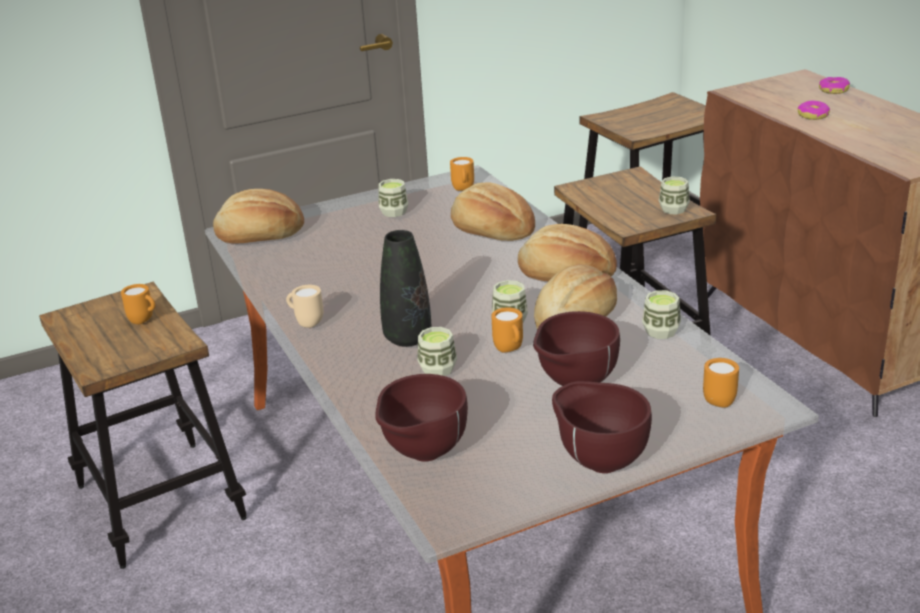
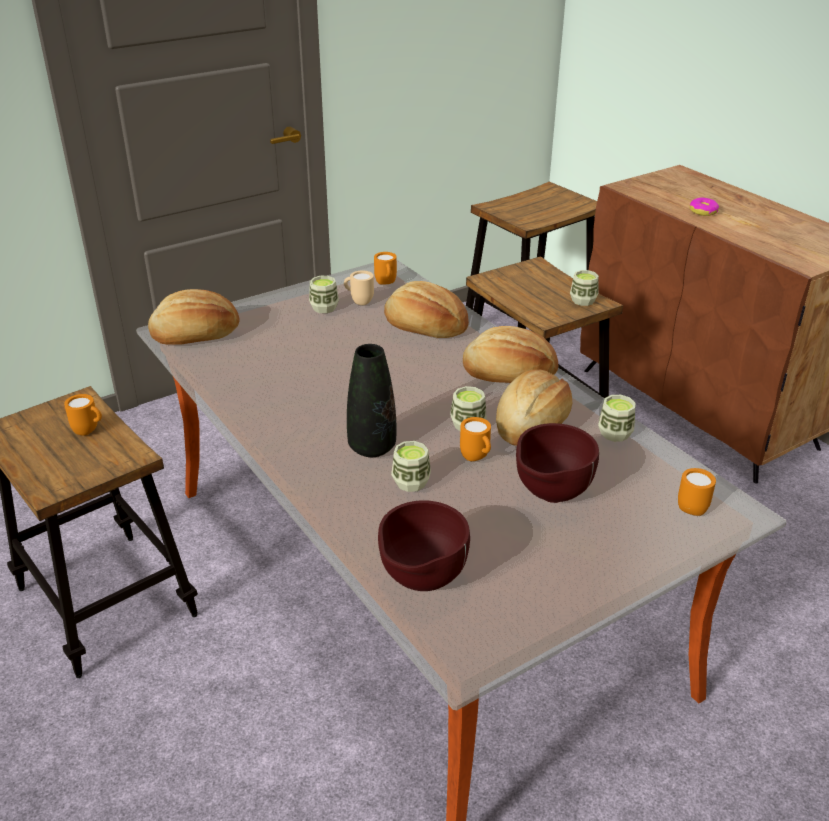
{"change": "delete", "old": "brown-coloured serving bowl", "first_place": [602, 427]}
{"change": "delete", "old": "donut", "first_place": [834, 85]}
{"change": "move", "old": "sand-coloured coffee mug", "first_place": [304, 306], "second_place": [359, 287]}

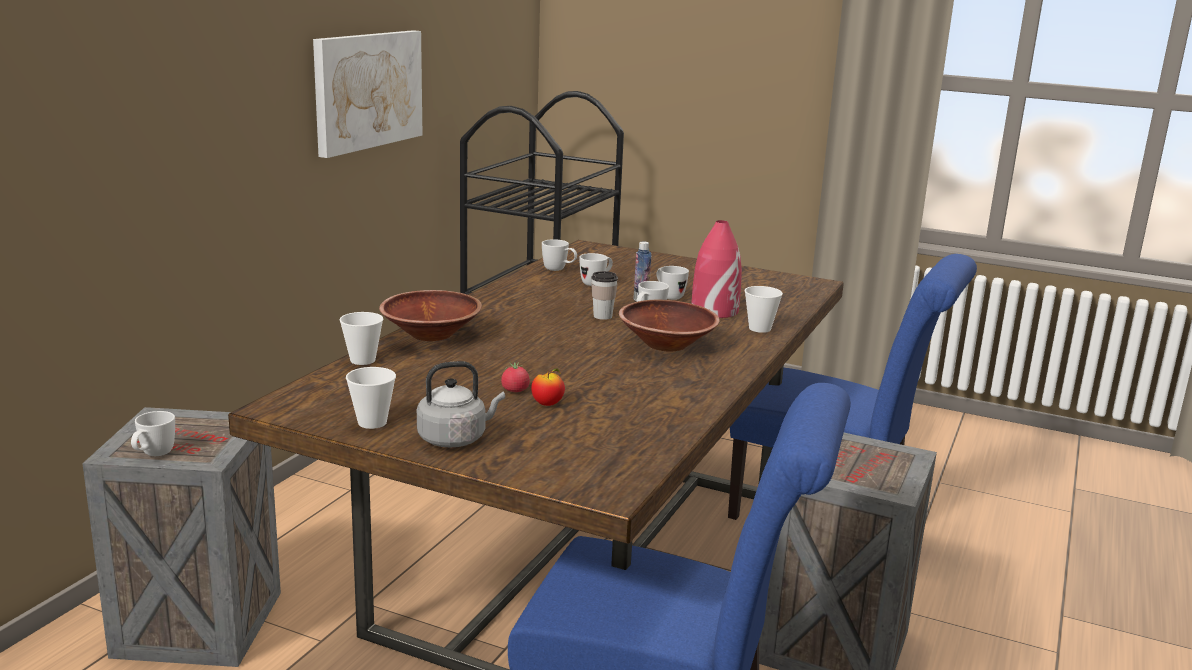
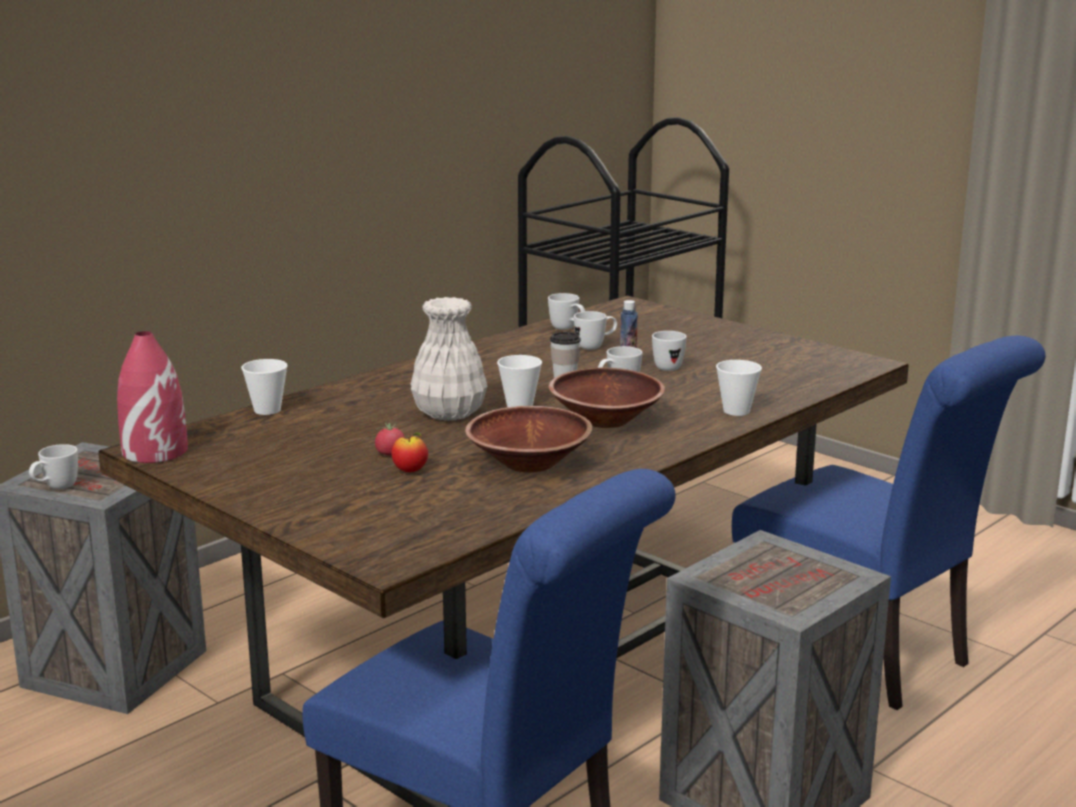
{"change": "delete", "old": "wall picture", "first_place": [367, 94]}
{"change": "delete", "old": "greyish tea kettle", "first_place": [461, 404]}
{"change": "insert", "new": "white decorative vase", "second_place": [448, 359]}
{"change": "move", "old": "cup", "first_place": [371, 398], "second_place": [519, 381]}
{"change": "move", "old": "brown-coloured serving bowl", "first_place": [430, 315], "second_place": [529, 439]}
{"change": "move", "old": "red decorative vase", "first_place": [716, 269], "second_place": [152, 397]}

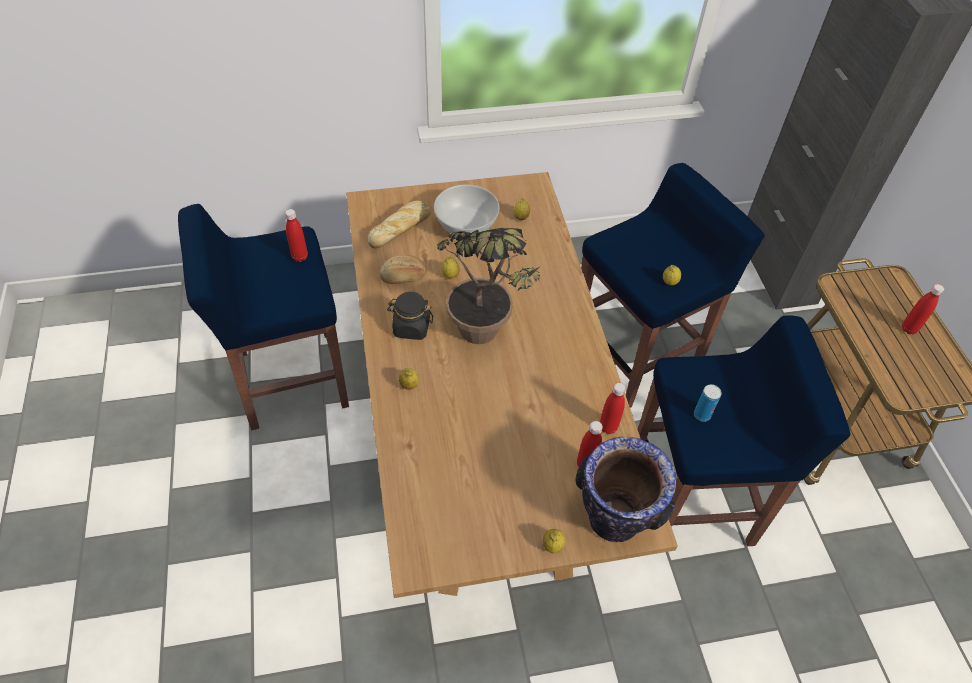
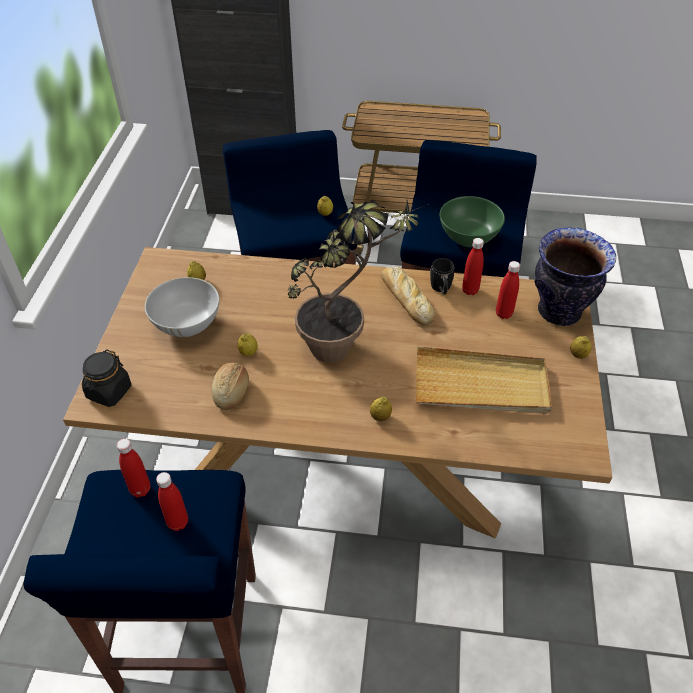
{"change": "insert", "new": "sand-coloured carrying tray", "second_place": [484, 380]}
{"change": "insert", "new": "black coffee mug", "second_place": [442, 276]}
{"change": "move", "old": "bakery bread", "first_place": [398, 224], "second_place": [408, 296]}
{"change": "move", "old": "black jar", "first_place": [410, 316], "second_place": [106, 378]}
{"change": "move", "old": "red beverage bottle", "first_place": [923, 309], "second_place": [172, 501]}
{"change": "replace", "old": "can", "new": "green serving bowl", "first_place": [707, 403], "second_place": [472, 221]}

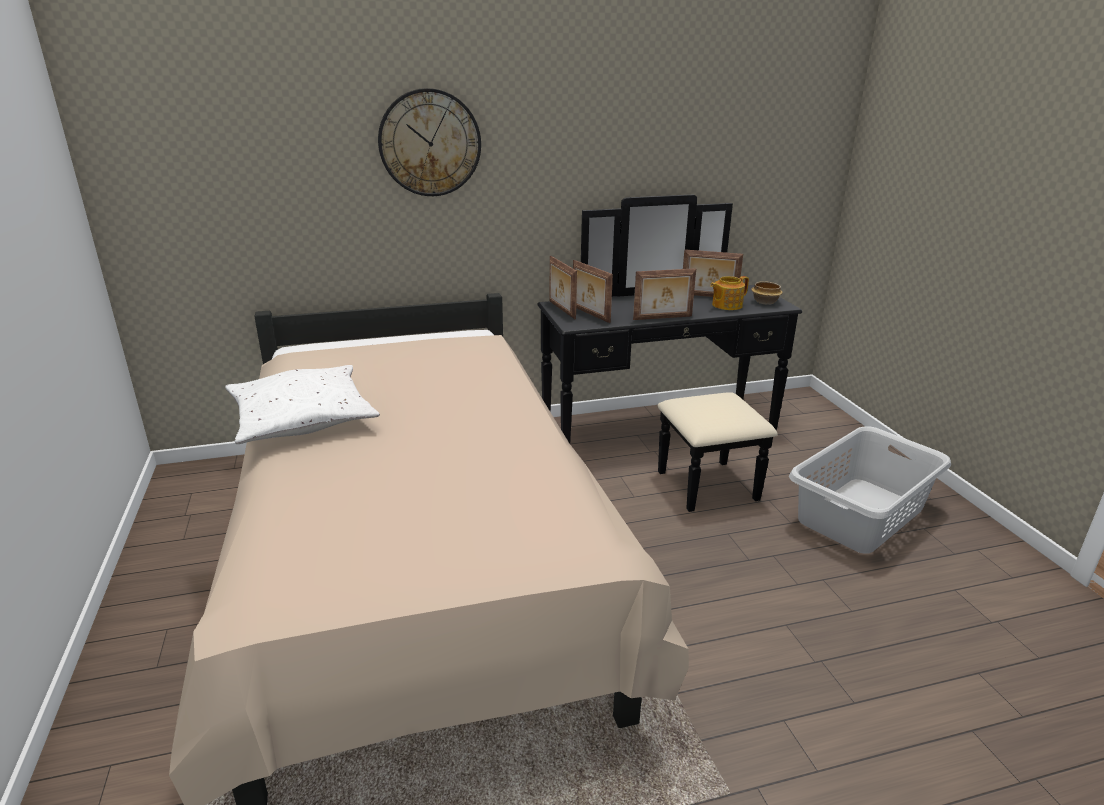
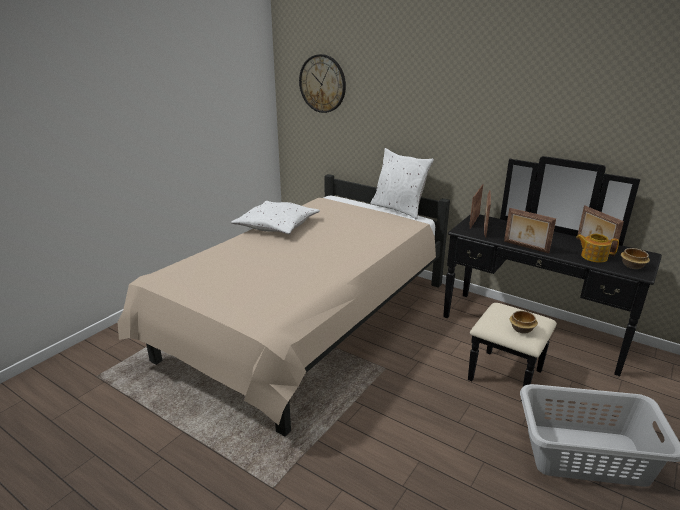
{"change": "insert", "new": "white throw pillow", "second_place": [402, 183]}
{"change": "insert", "new": "serving bowl", "second_place": [523, 322]}
{"change": "move", "old": "wall clock", "first_place": [429, 142], "second_place": [322, 83]}

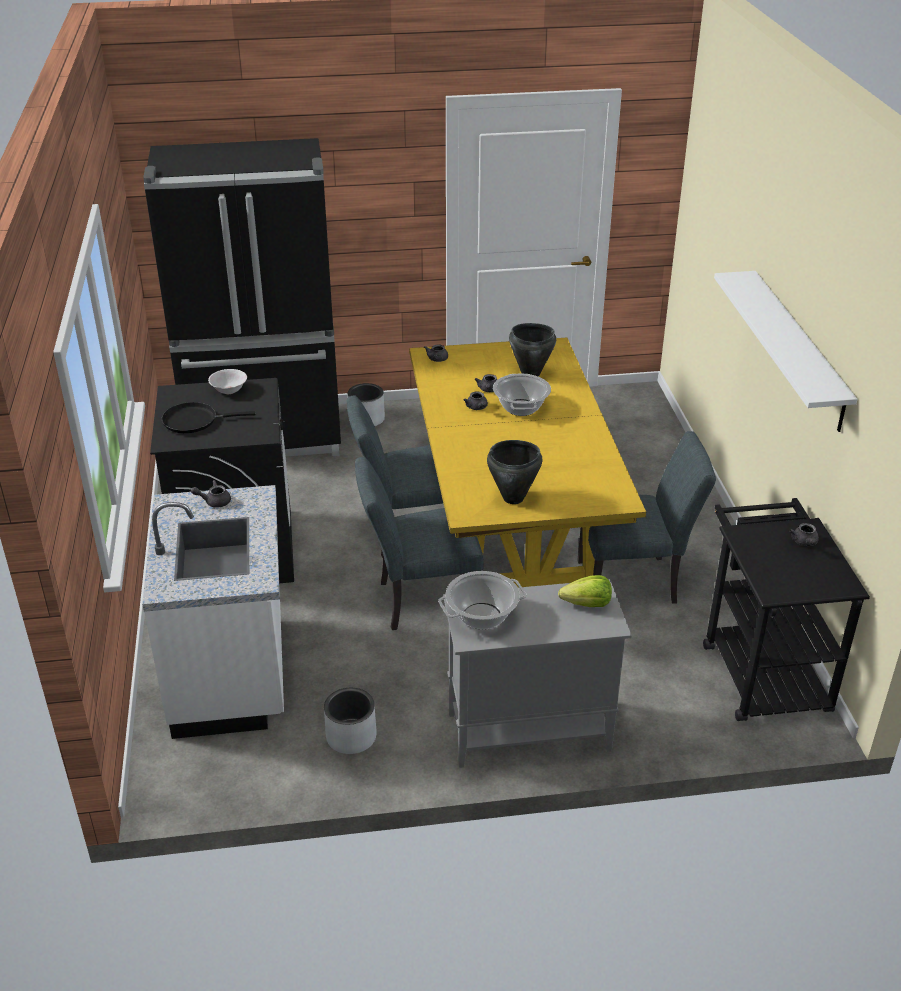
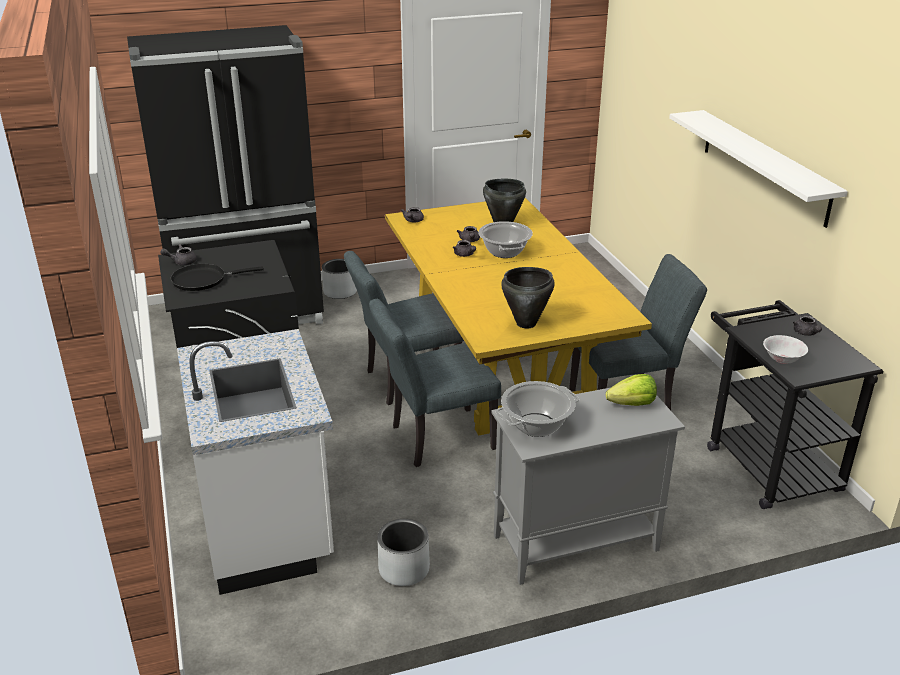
{"change": "move", "old": "greyish tea pot", "first_place": [211, 494], "second_place": [178, 254]}
{"change": "move", "old": "white serving bowl", "first_place": [227, 381], "second_place": [785, 349]}

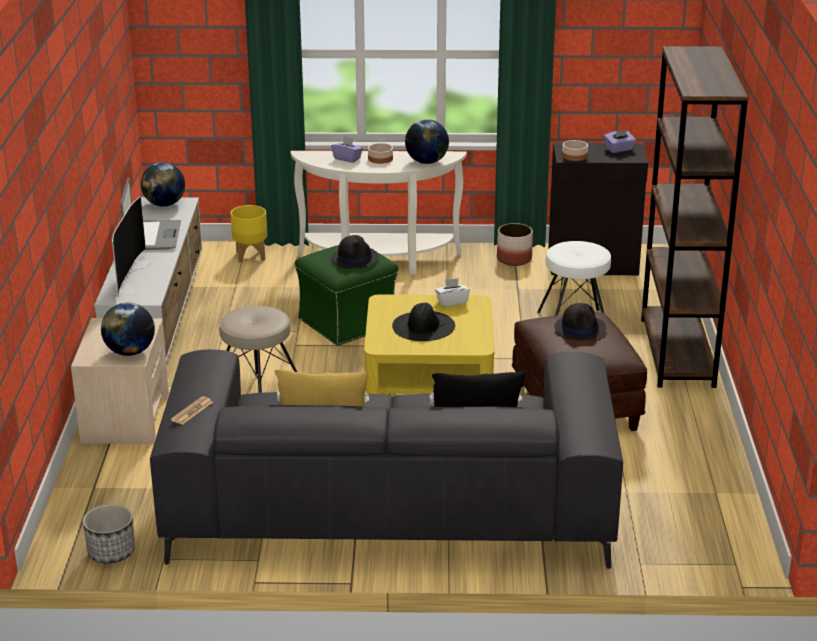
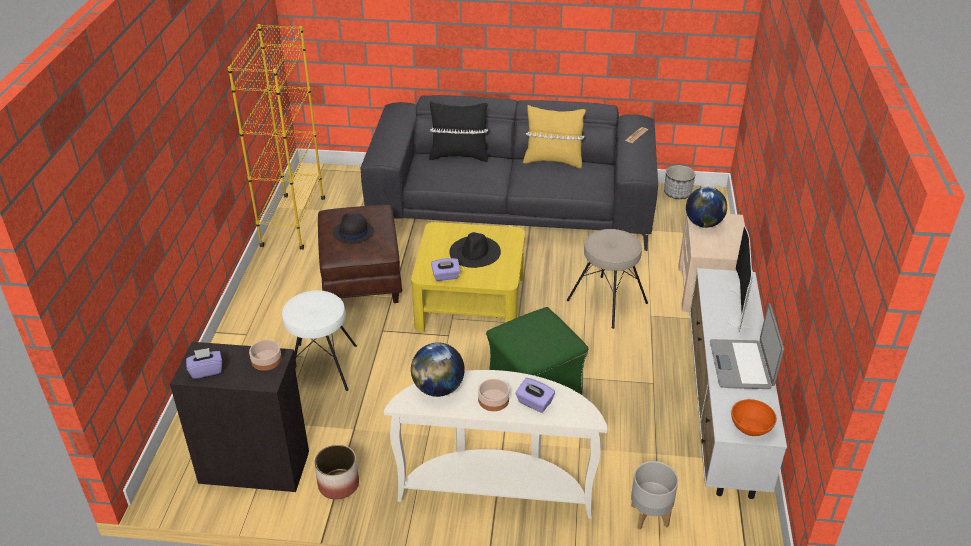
{"change": "delete", "old": "black hat", "first_place": [355, 251]}
{"change": "delete", "old": "brown-coloured bookcase", "first_place": [694, 217]}
{"change": "insert", "new": "yellow-coloured bookcase", "second_place": [276, 137]}
{"change": "replace", "old": "desk globe", "new": "orange-coloured serving bowl", "first_place": [163, 184], "second_place": [754, 417]}
{"change": "recolor", "old": "yellow-coloured flower pot", "new": "greyish flower pot", "first_place": [249, 234], "second_place": [654, 495]}
{"change": "recolor", "old": "white box of tissues", "new": "purple-coloured box of tissues", "first_place": [452, 292], "second_place": [445, 269]}

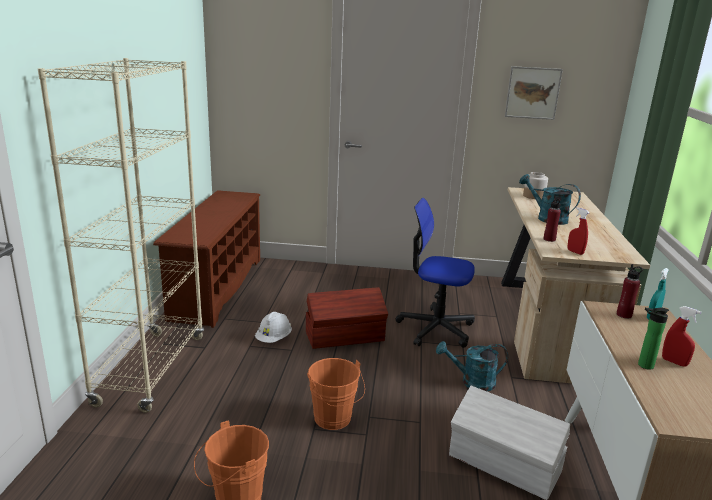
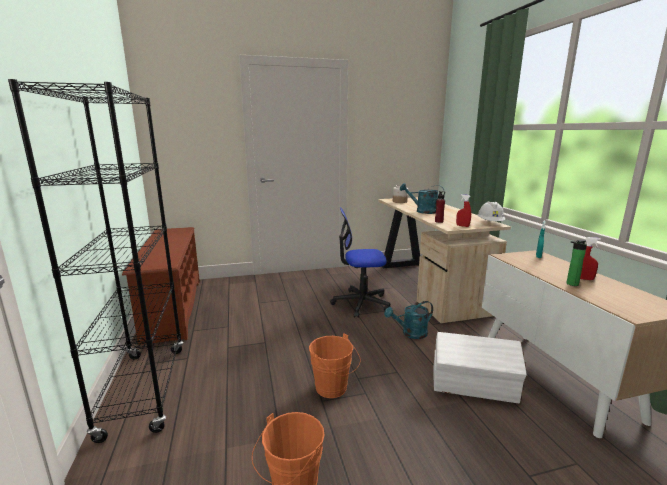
{"change": "delete", "old": "brown-coloured storage container", "first_place": [347, 318]}
{"change": "delete", "old": "wall picture", "first_place": [534, 93]}
{"change": "delete", "old": "red beverage bottle", "first_place": [630, 291]}
{"change": "move", "old": "white safety helmet", "first_place": [273, 327], "second_place": [491, 211]}
{"change": "recolor", "old": "sand-coloured bookcase", "new": "black bookcase", "first_place": [121, 235], "second_place": [95, 261]}

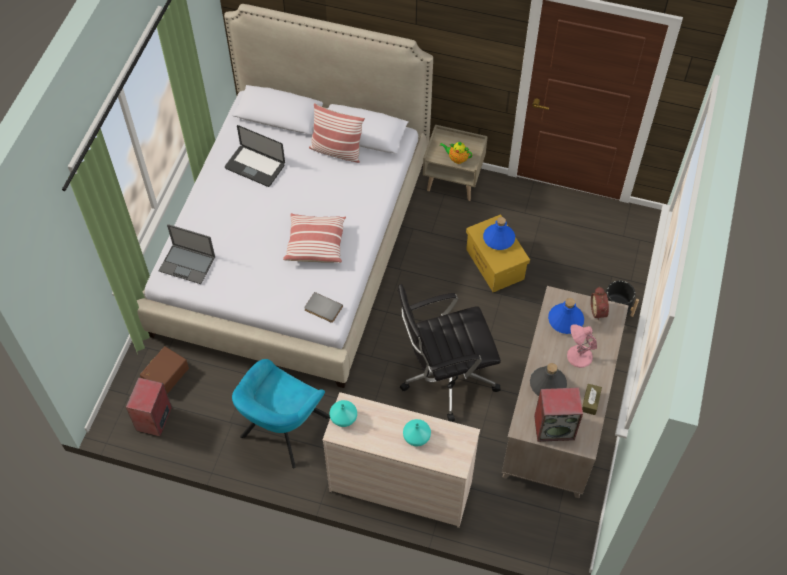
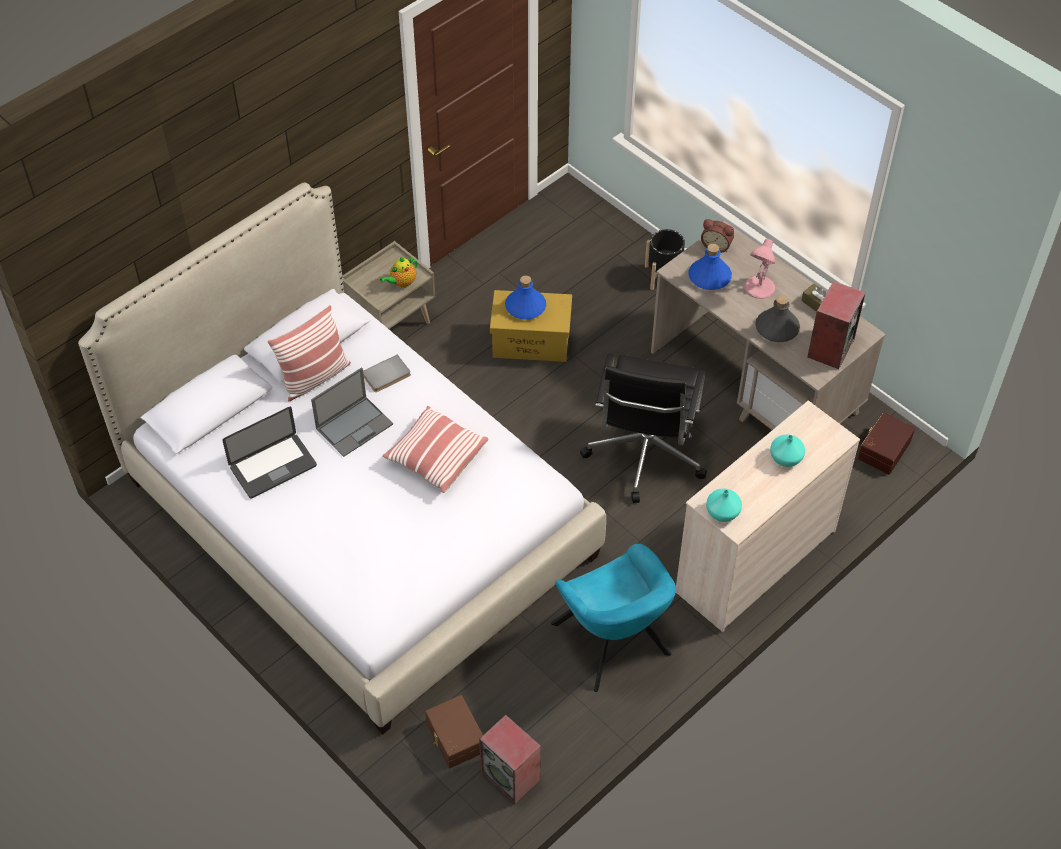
{"change": "insert", "new": "brown-coloured storage container", "second_place": [886, 443]}
{"change": "move", "old": "portable computer", "first_place": [187, 254], "second_place": [352, 412]}
{"change": "move", "old": "greyish book", "first_place": [323, 307], "second_place": [387, 373]}

